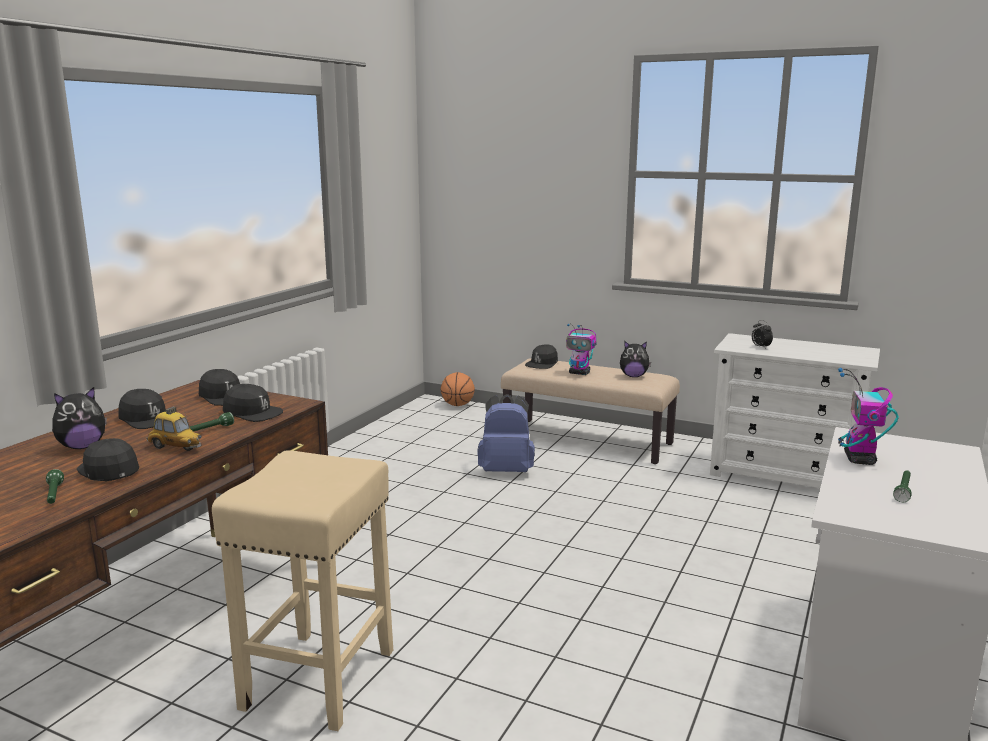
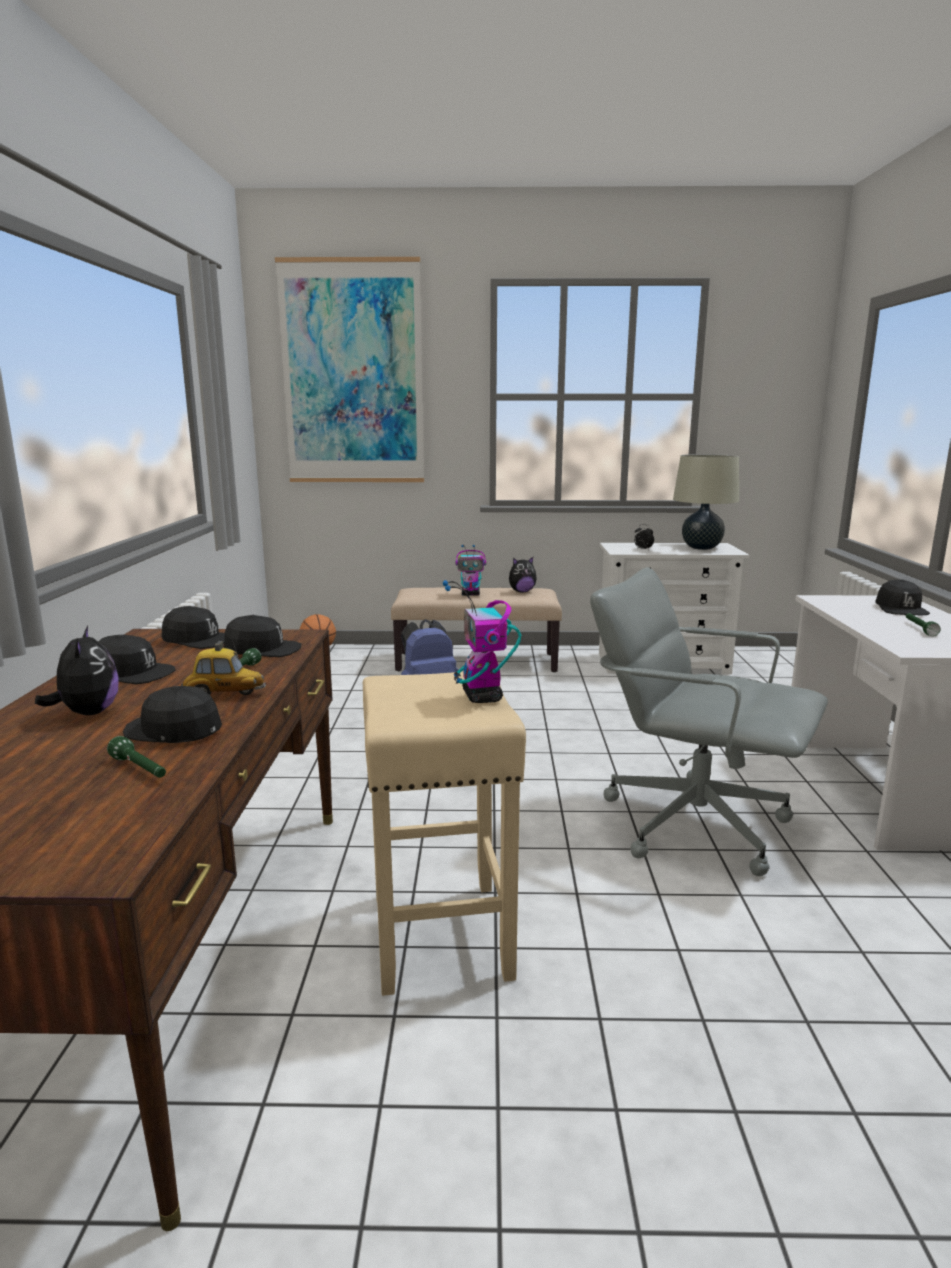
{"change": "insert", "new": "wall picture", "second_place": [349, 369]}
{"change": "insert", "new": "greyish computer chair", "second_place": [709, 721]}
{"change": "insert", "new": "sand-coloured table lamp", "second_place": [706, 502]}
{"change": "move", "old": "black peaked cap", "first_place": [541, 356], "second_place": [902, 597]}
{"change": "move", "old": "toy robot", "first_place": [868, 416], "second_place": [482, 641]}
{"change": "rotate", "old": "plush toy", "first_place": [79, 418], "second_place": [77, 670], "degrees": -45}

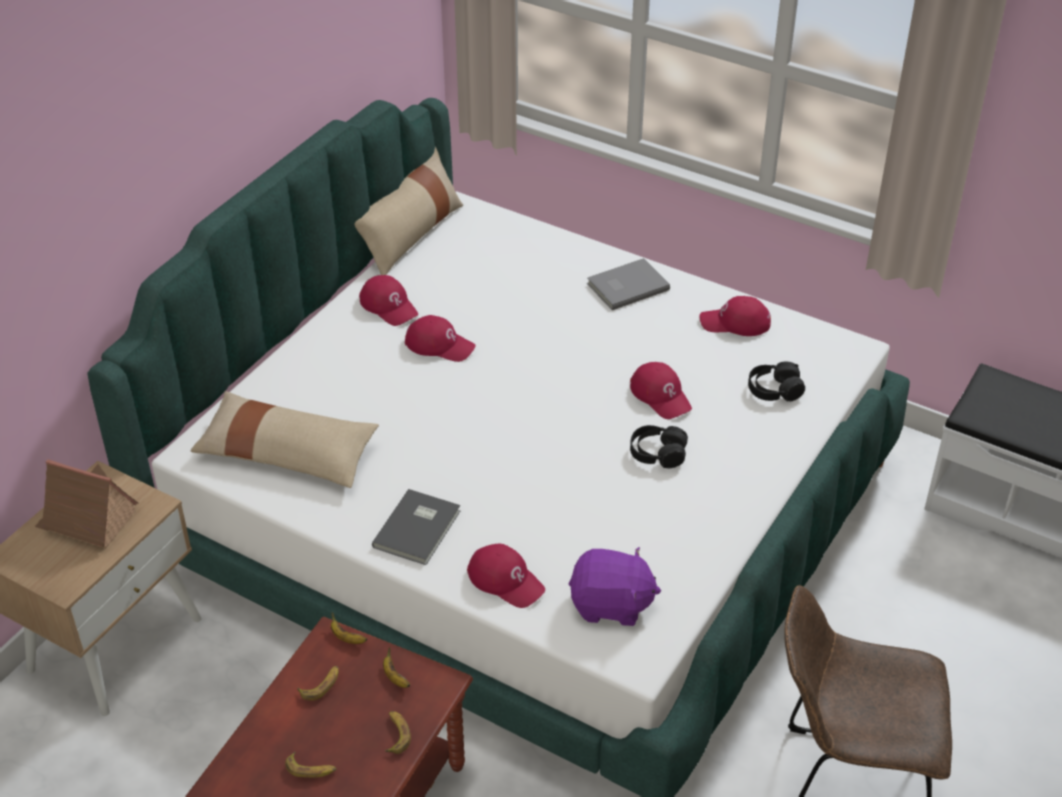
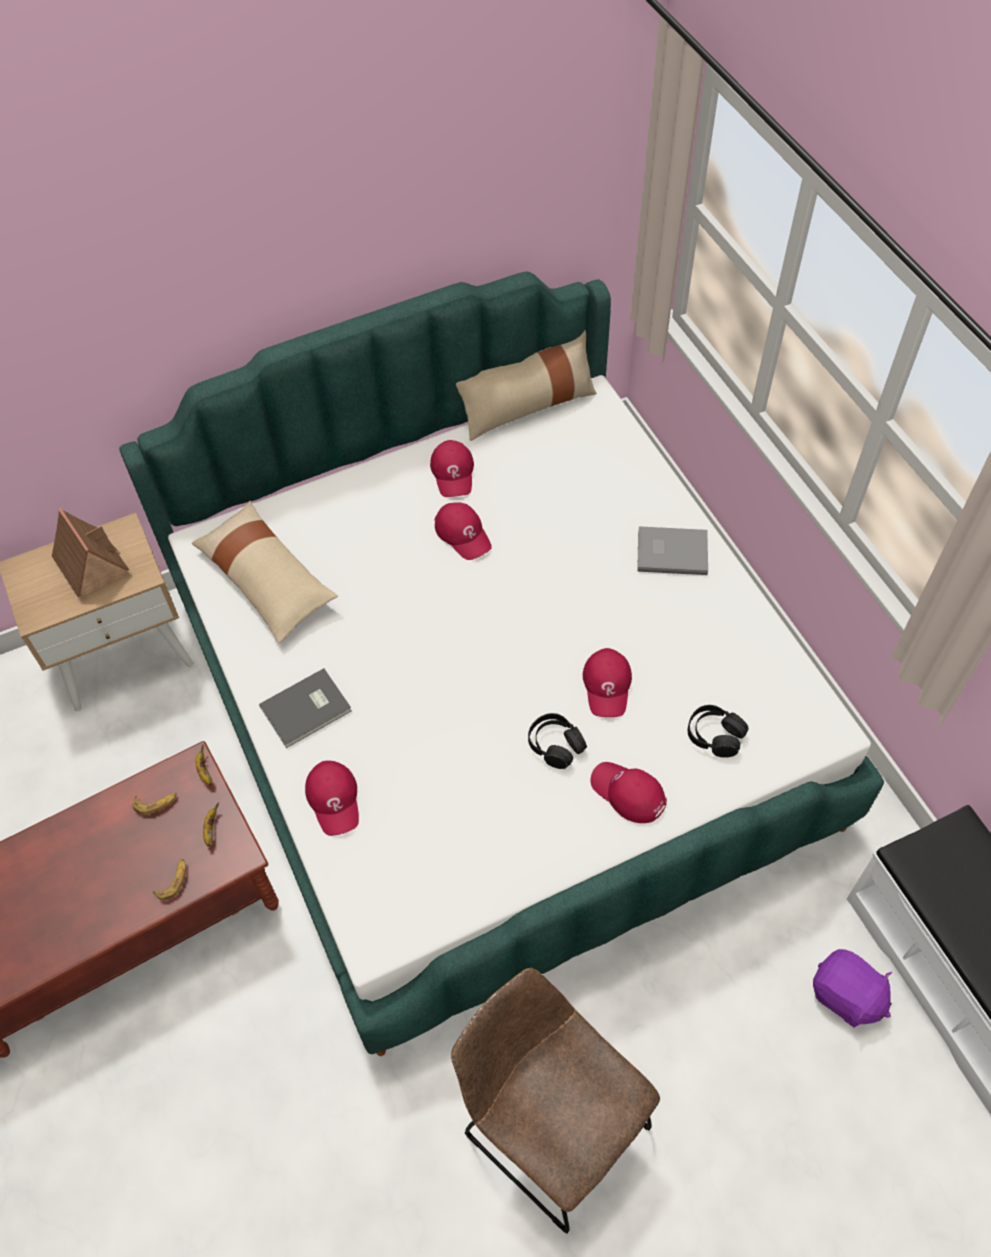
{"change": "delete", "old": "whole banana", "first_place": [310, 764]}
{"change": "move", "old": "purple-coloured plush toy", "first_place": [615, 586], "second_place": [852, 988]}
{"change": "move", "old": "red peaked cap", "first_place": [735, 316], "second_place": [628, 792]}

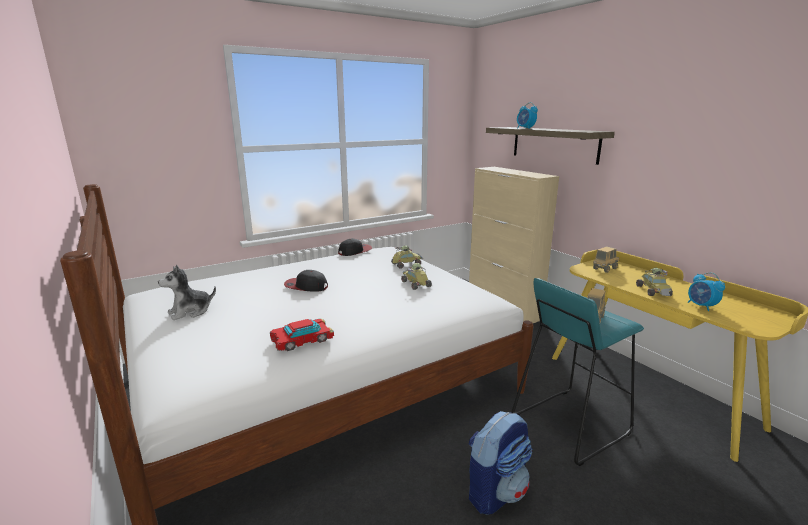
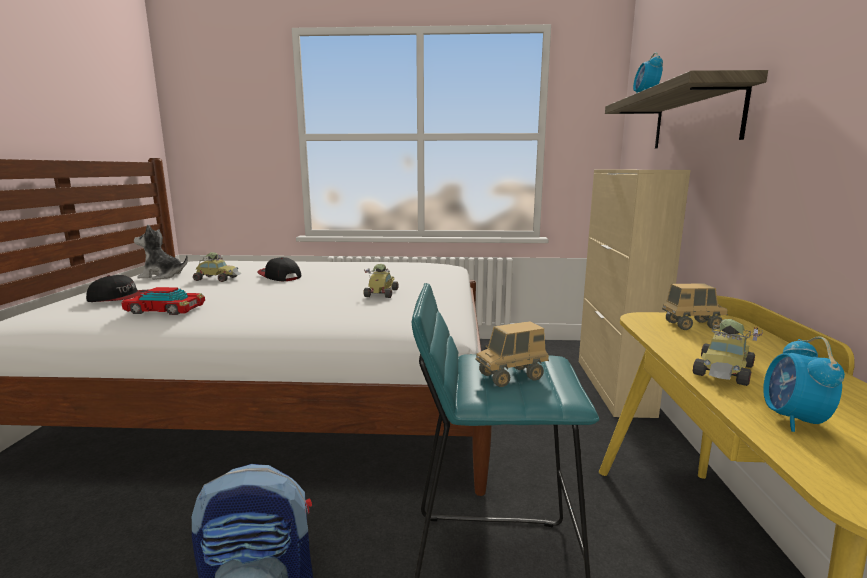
{"change": "move", "old": "peaked cap", "first_place": [355, 247], "second_place": [118, 288]}
{"change": "move", "old": "model car", "first_place": [407, 257], "second_place": [217, 267]}

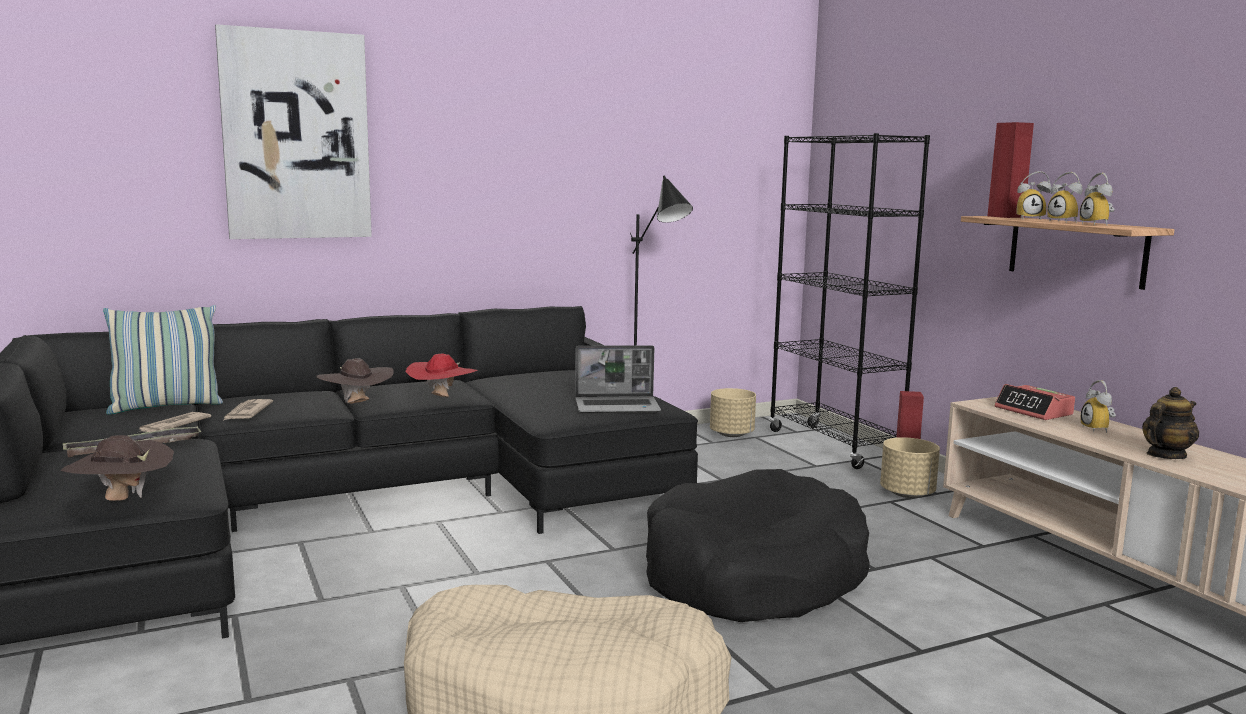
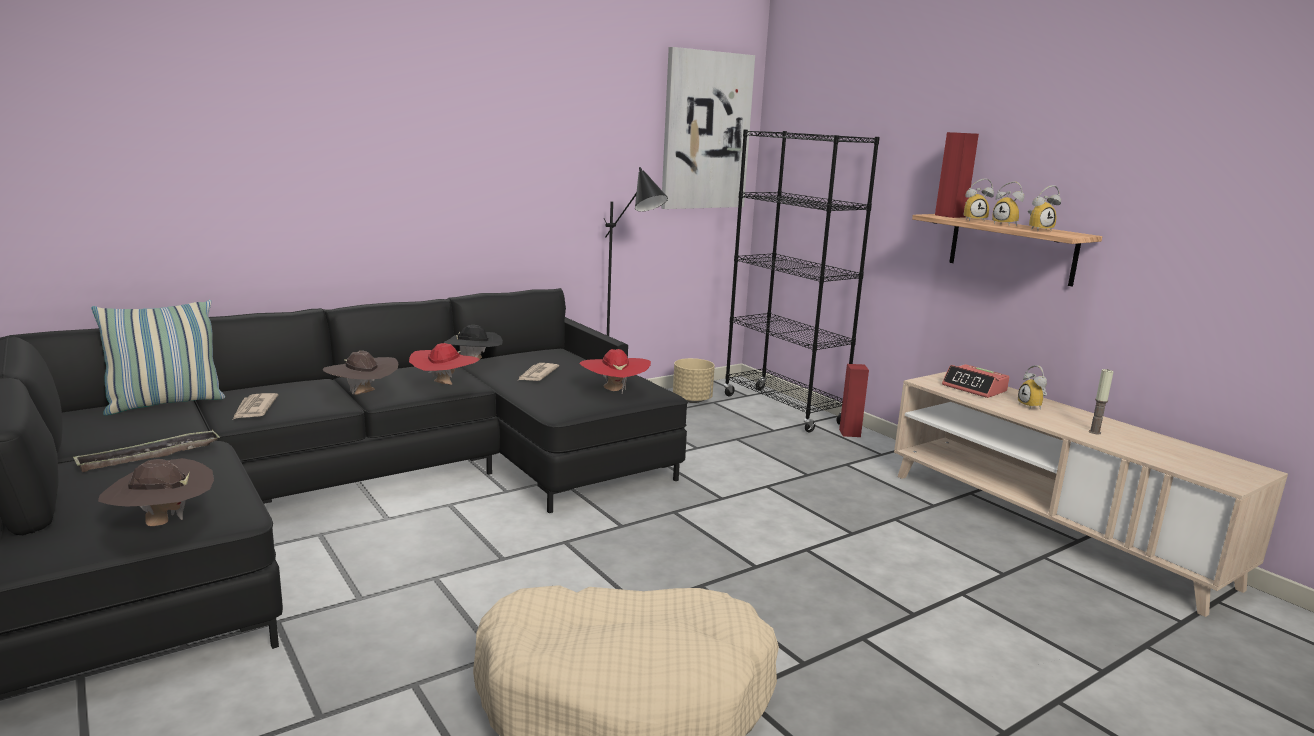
{"change": "delete", "old": "black dog bed", "first_place": [758, 545]}
{"change": "delete", "old": "sand-coloured flower pot", "first_place": [910, 467]}
{"change": "insert", "new": "black hat", "second_place": [473, 344]}
{"change": "move", "old": "printed paper", "first_place": [175, 422], "second_place": [539, 372]}
{"change": "move", "old": "wall picture", "first_place": [293, 131], "second_place": [708, 128]}
{"change": "replace", "old": "portable computer", "new": "red hat", "first_place": [618, 379], "second_place": [615, 371]}
{"change": "replace", "old": "tea pot", "new": "wax candle", "first_place": [1170, 423], "second_place": [1101, 401]}
{"change": "rotate", "old": "table clock", "first_place": [1097, 199], "second_place": [1044, 207], "degrees": -90}

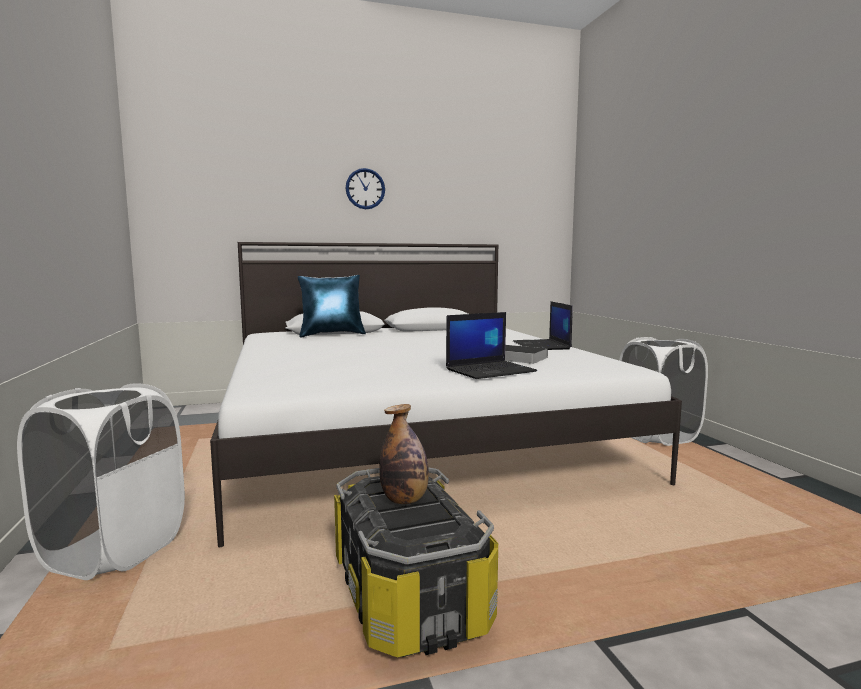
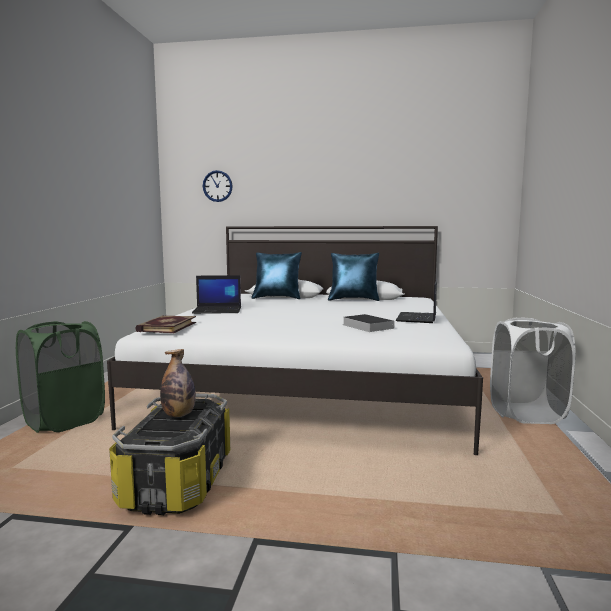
{"change": "insert", "new": "book", "second_place": [165, 324]}
{"change": "insert", "new": "blue throw pillow", "second_place": [354, 277]}
{"change": "move", "old": "wall clock", "first_place": [365, 188], "second_place": [218, 186]}
{"change": "move", "old": "portable computer", "first_place": [491, 345], "second_place": [216, 294]}
{"change": "recolor", "old": "white washing basket", "new": "green washing basket", "first_place": [101, 481], "second_place": [60, 377]}

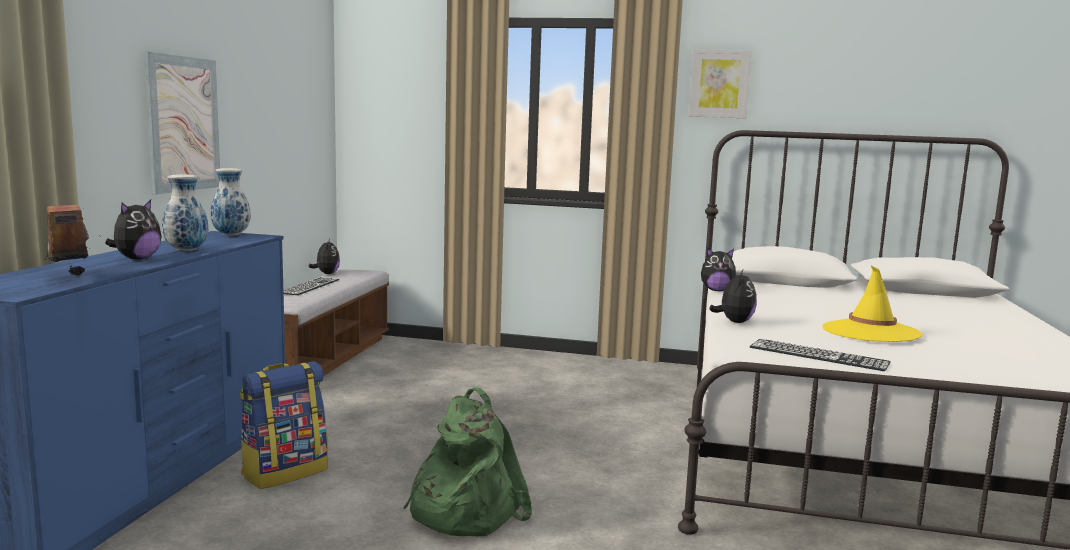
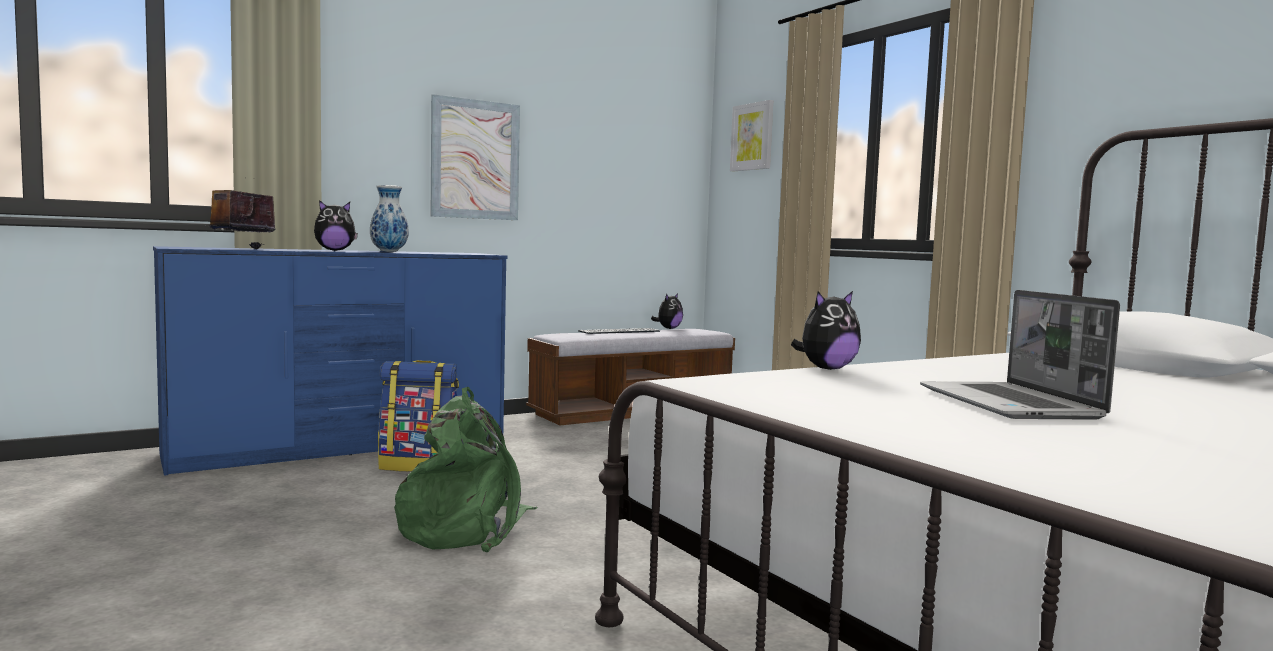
{"change": "delete", "old": "decorative vase", "first_place": [230, 202]}
{"change": "delete", "old": "plush toy", "first_place": [718, 269]}
{"change": "delete", "old": "PC keyboard", "first_place": [820, 355]}
{"change": "move", "old": "wall picture", "first_place": [720, 83], "second_place": [751, 135]}
{"change": "replace", "old": "yellow-coloured hat", "new": "portable computer", "first_place": [872, 304], "second_place": [1020, 355]}

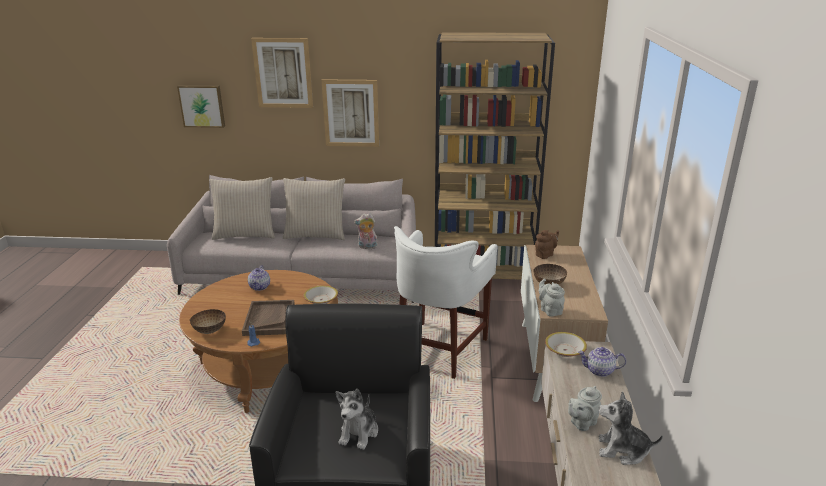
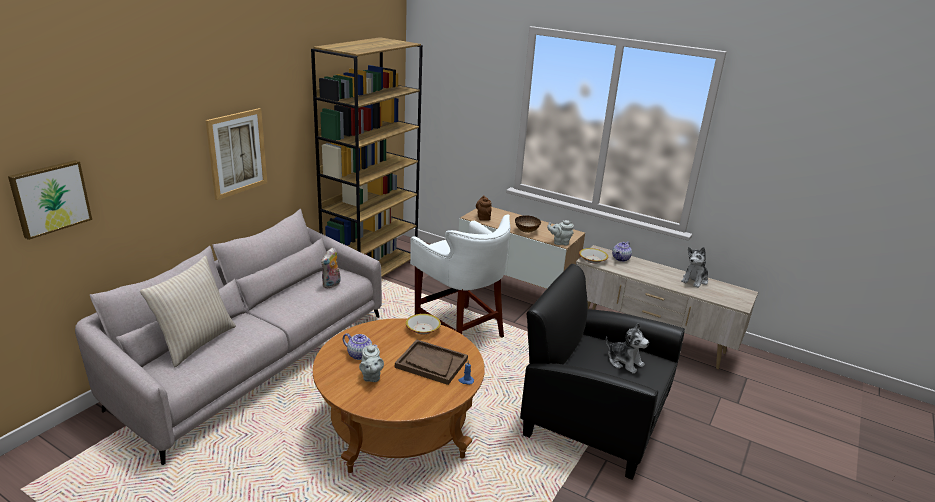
{"change": "delete", "old": "serving bowl", "first_place": [208, 321]}
{"change": "delete", "old": "wall picture", "first_place": [282, 73]}
{"change": "delete", "old": "sand-coloured throw pillow", "first_place": [314, 209]}
{"change": "move", "old": "greyish tea pot", "first_place": [585, 408], "second_place": [371, 362]}

